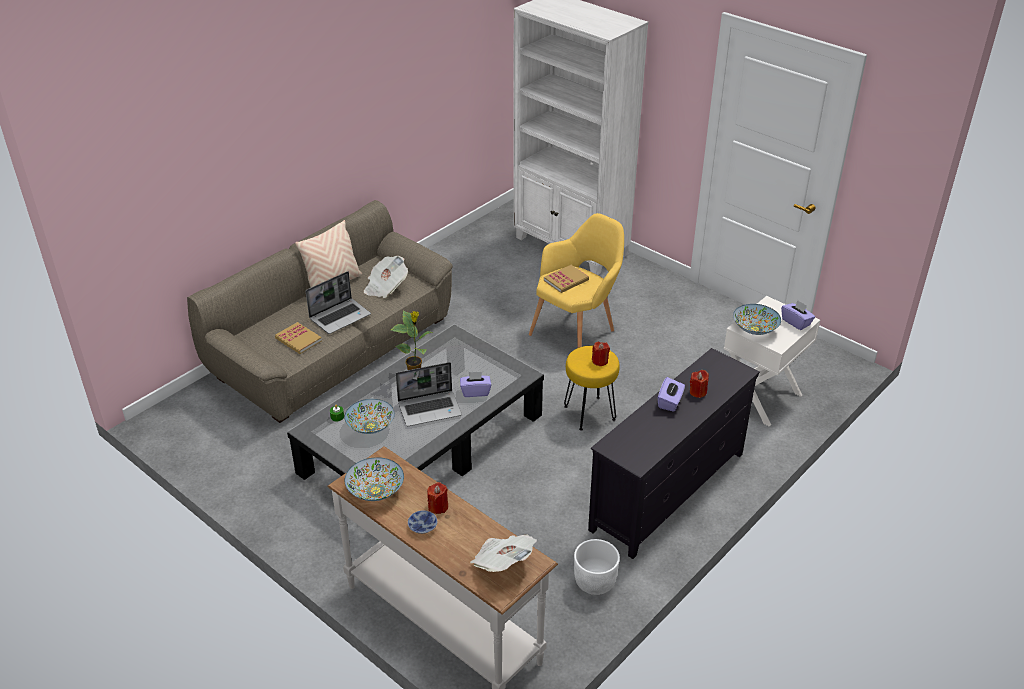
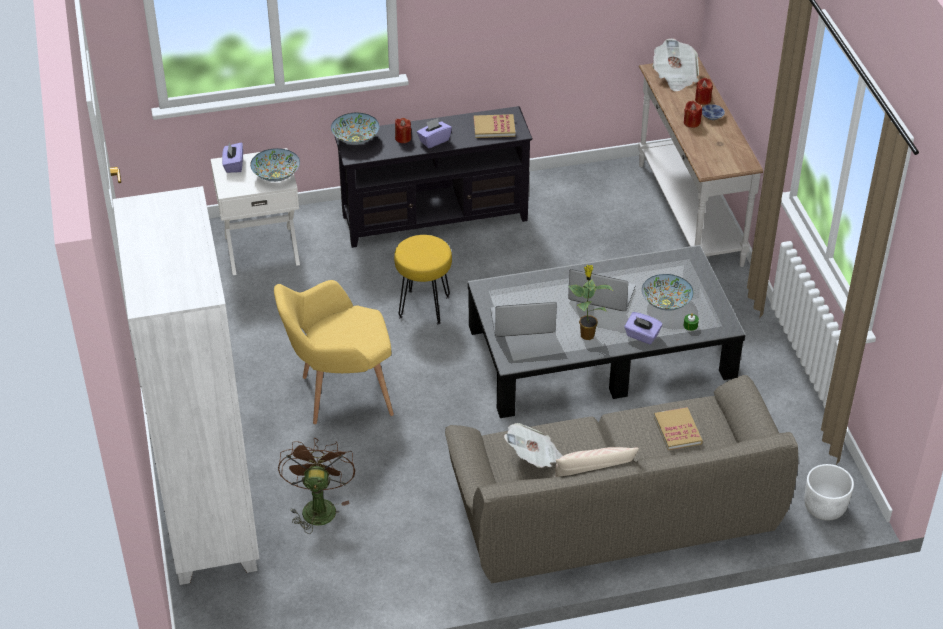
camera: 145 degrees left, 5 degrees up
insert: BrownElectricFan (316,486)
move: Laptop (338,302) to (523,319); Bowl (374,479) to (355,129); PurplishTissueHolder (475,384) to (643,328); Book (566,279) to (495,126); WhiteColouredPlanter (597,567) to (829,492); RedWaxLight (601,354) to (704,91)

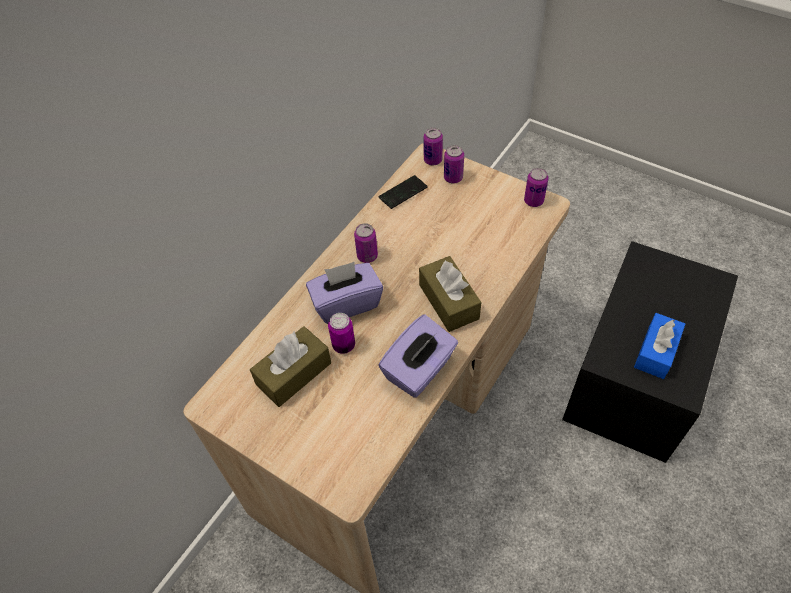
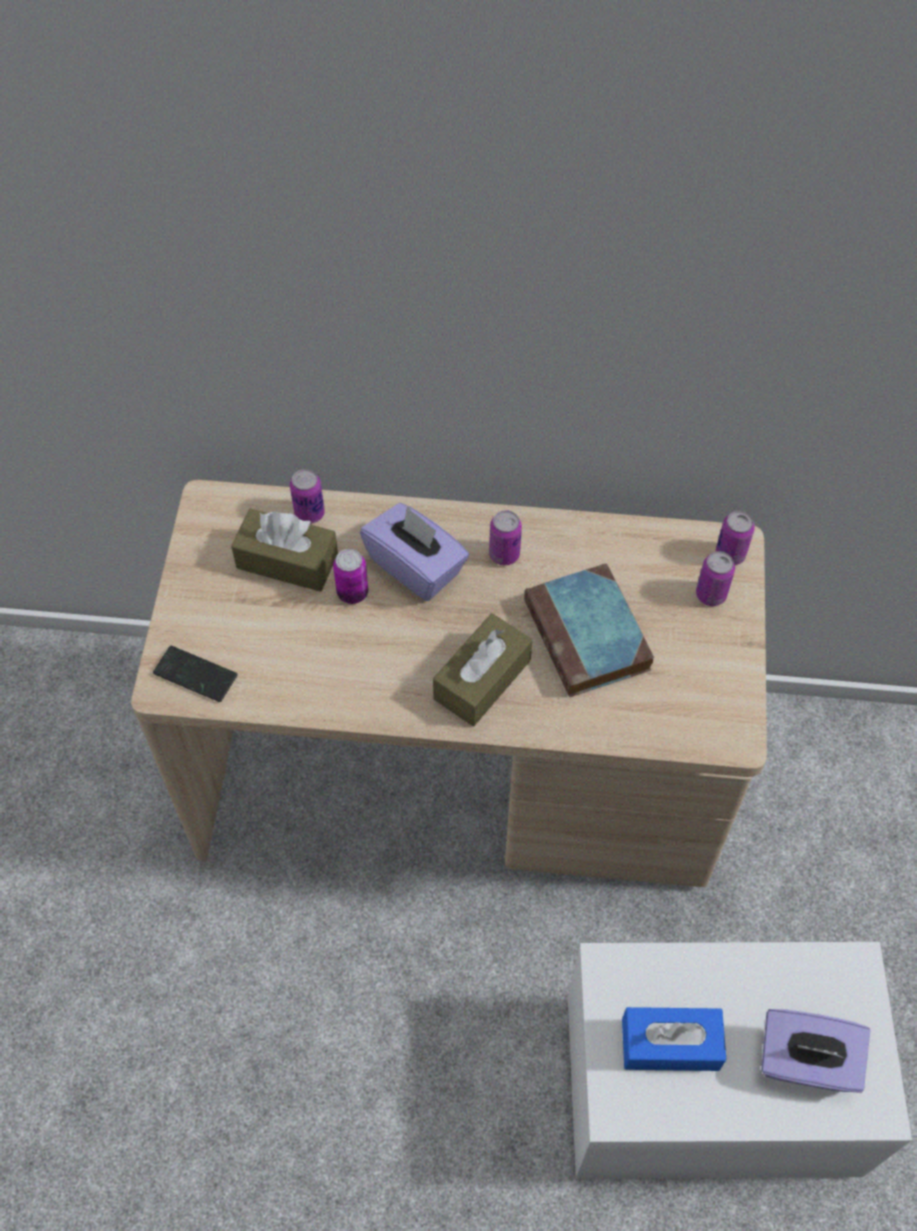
camera: 60 degrees right, 5 degrees up
insert: Book (589,630)
move: PurplishTissueHolder (418,356) to (816,1051); Handset (403,192) to (195,674); Can (536,187) to (307,496)
recolor: BlackishStorageContainer (650,352) to WhiteColouredStorageContainer (740,1060)

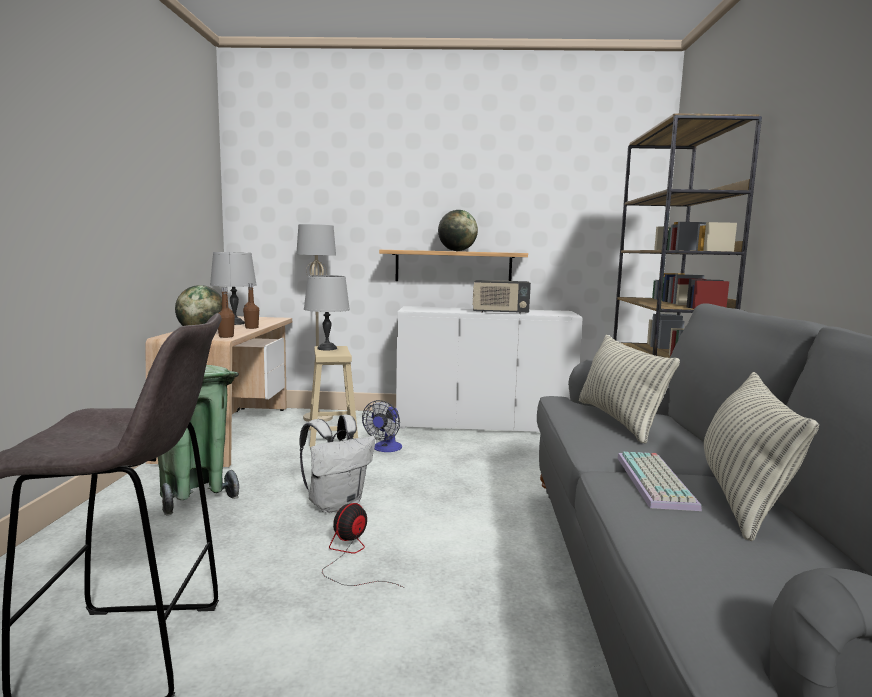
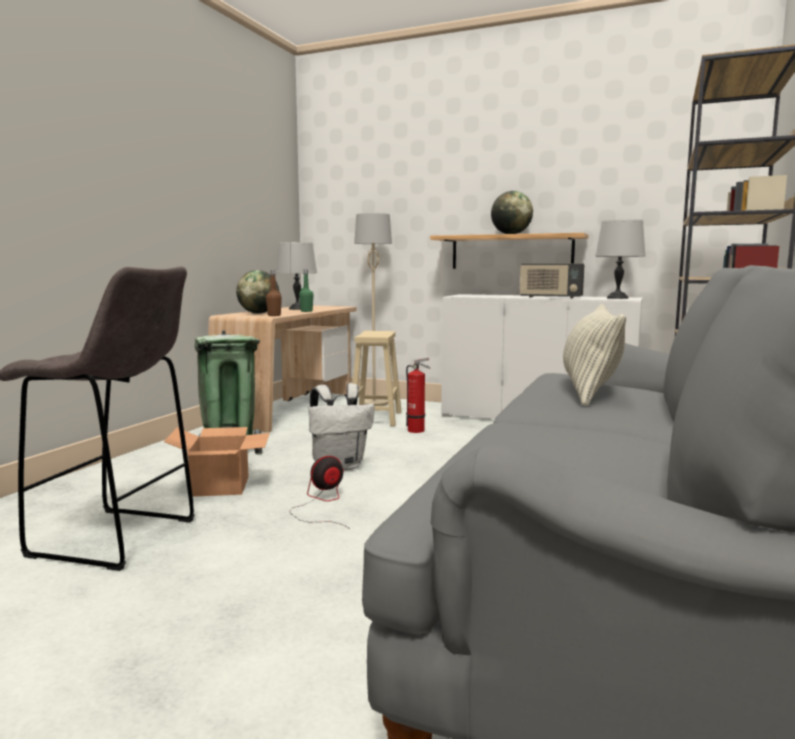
camera: 20 degrees right, 0 degrees up
delete: Keyboard (659,481); Cushion (761,456)
insert: PackingBox (217,462)
move: GrayTabletopLamp (327,312) to (620,259)
replace: ElectricFan (382,426) to FireExtinguisher (418,395)
recolor: BrownBeverageBottle (251,306) to GreenBeverageBottle (306,291)

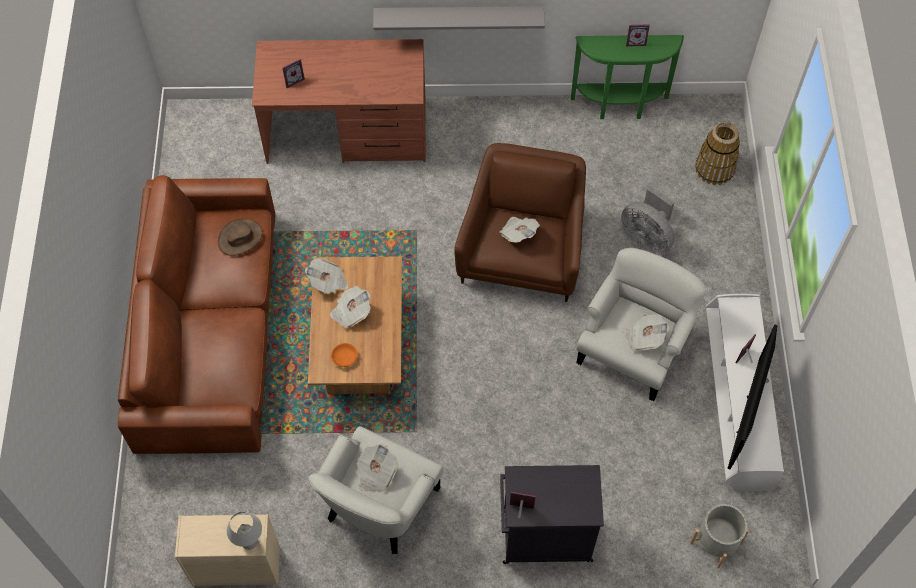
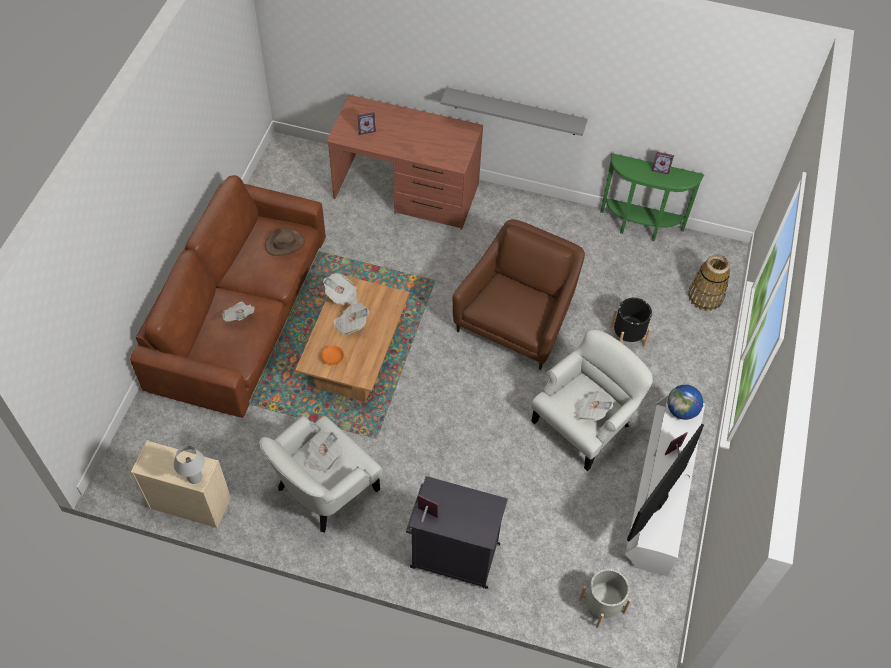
camera: 15 degrees right, 5 degrees down
insert: WorldGlobe (685,402)
move: Newspaper (519,230) to (239,312)
replace: GrayElectricFan (648,219) to BlackishPlanter (631,322)

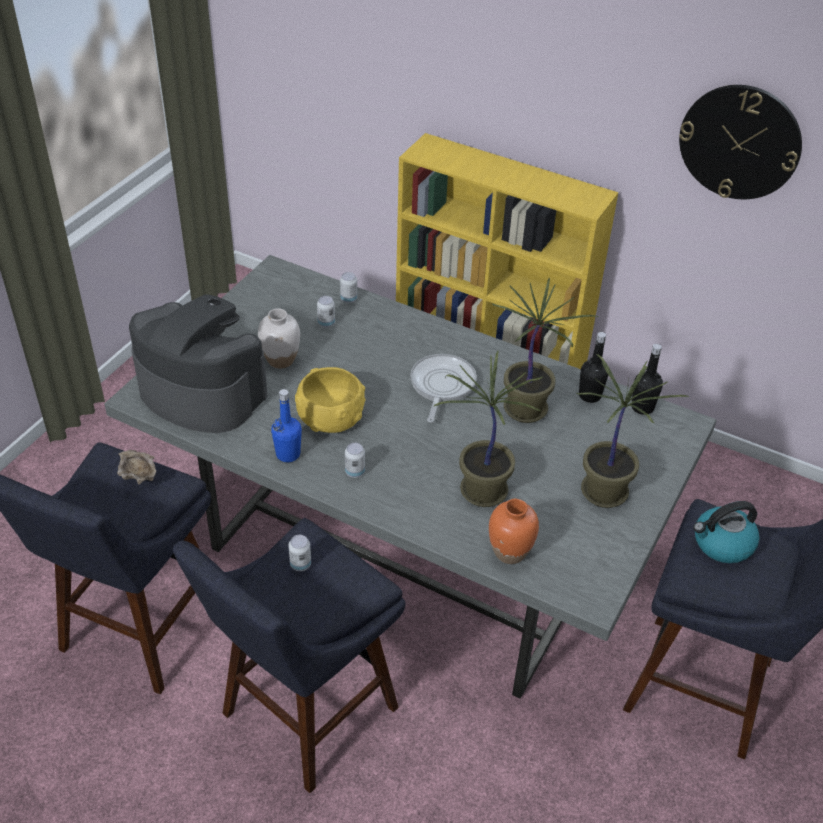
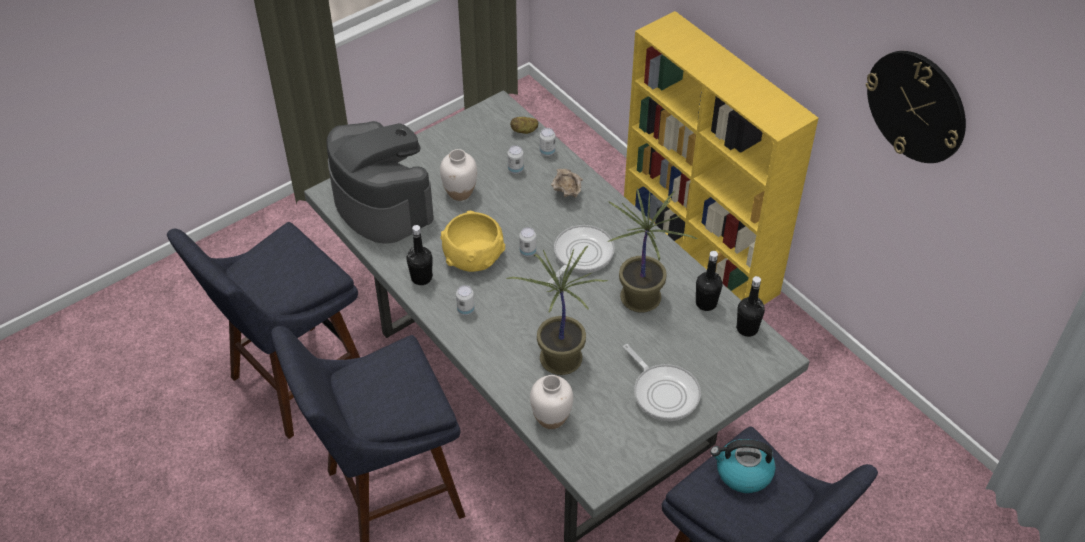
camera: 25 degrees right, 5 degrees up
insert: WholePotato (524,125)
move: SandColouredBowl (136,467) to (567,183); Can (299,553) to (527,242)
replace: PlantInAPot (633,431) to FryingPan (662,382)
recolor: BlueColouredBeverageBottle (286,425) to BlackishBeverageBottle (420,255); OrangeColouredFlowerVase (514,531) to WhiteColouredFlowerVase (551,402)

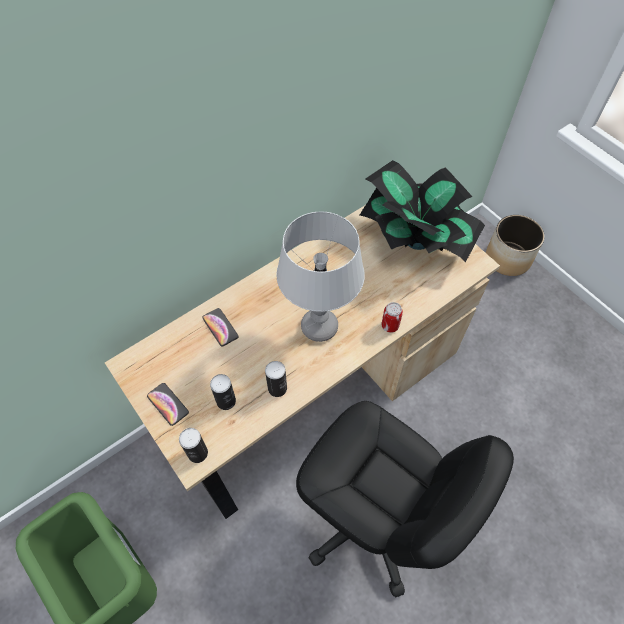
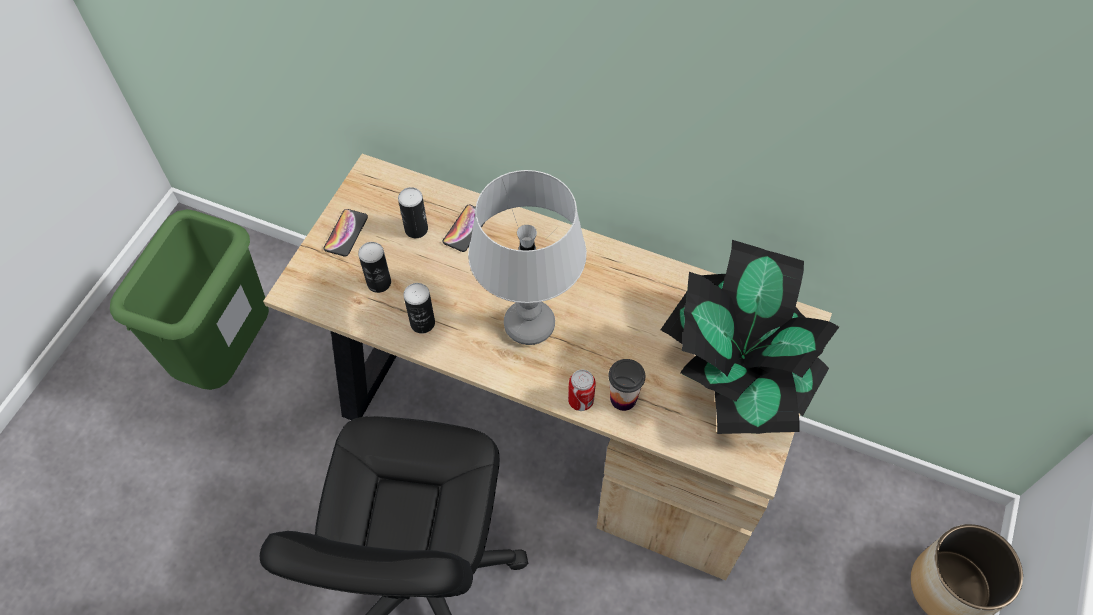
camera: 60 degrees right, 0 degrees up
insert: DrinkingCup (626,385)
move: Can (193,445) to (413,212)

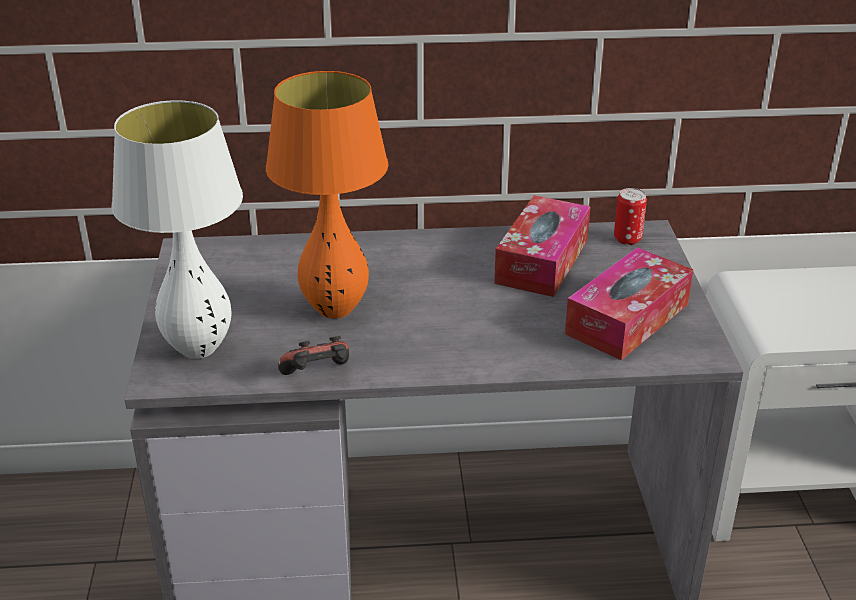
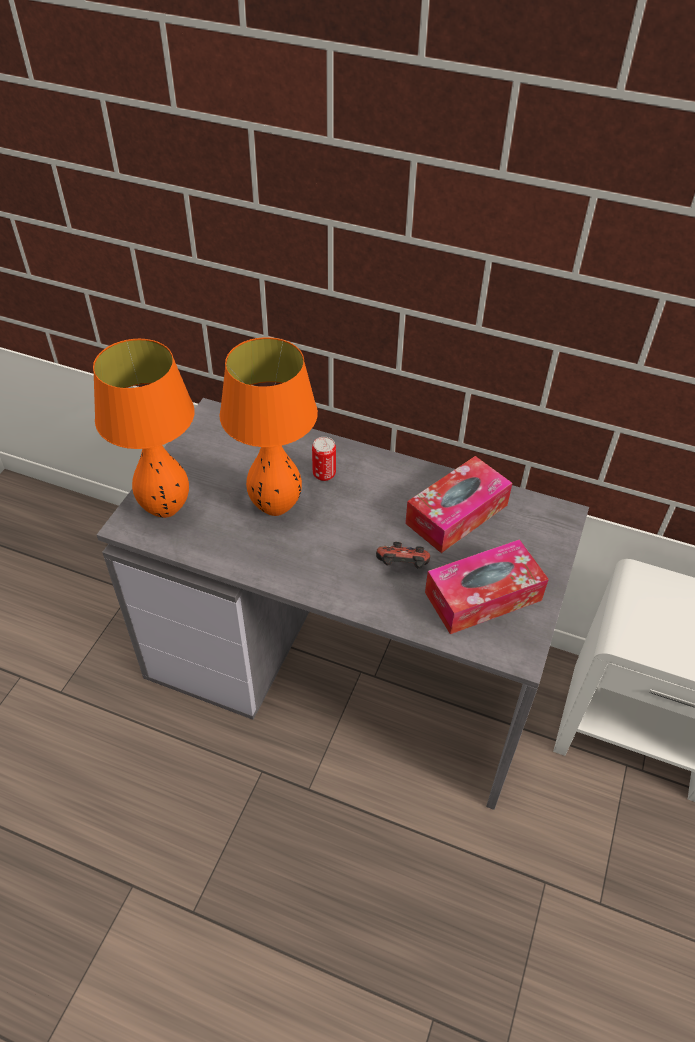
camera: 25 degrees right, 15 degrees up
move: Joypad (313,355) to (403,555); Can (630,216) to (324,459)
recolor: WhiteColouredTabletopLamp (177,229) to OrangeColouredTabletopLamp (144,428)

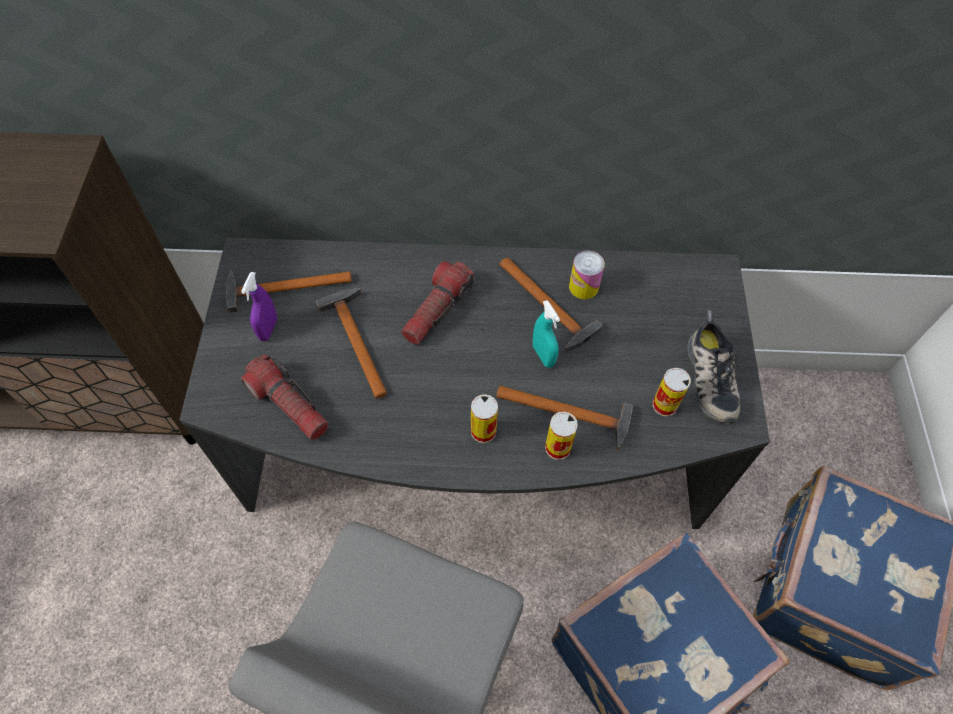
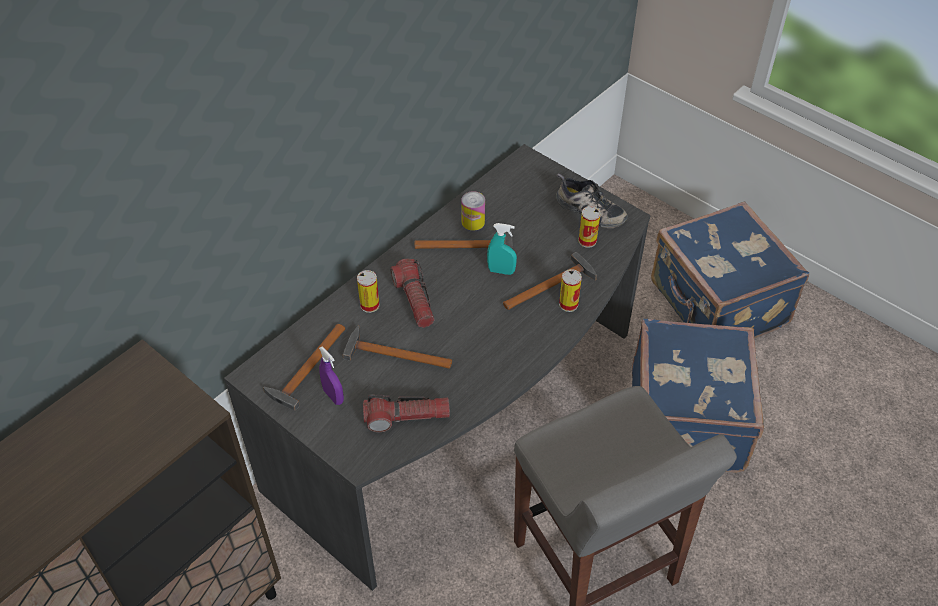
camera: 50 degrees left, 10 degrees down
move: Can (484,418) to (368,291)

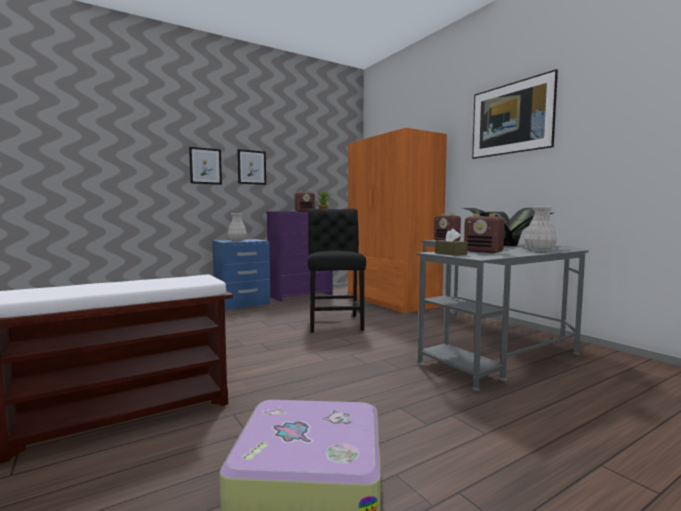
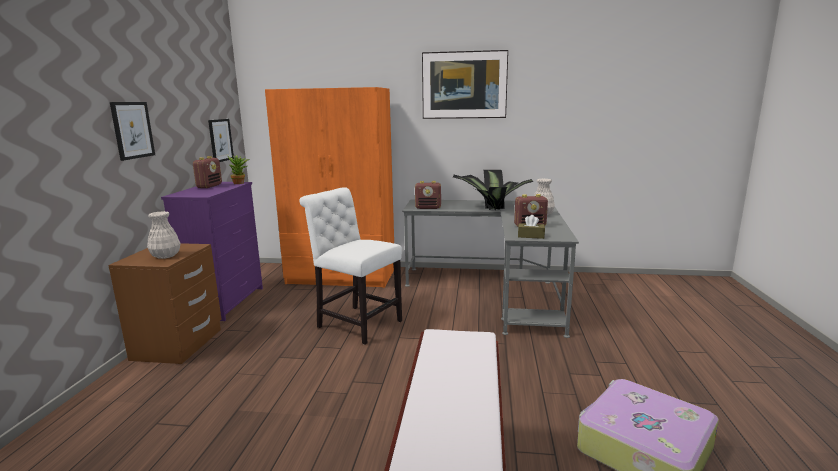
camera: 50 degrees left, 10 degrees up
move: WallPicture (205,166) to (221,140)
recolor: BlueColouredNightstand (241,274) to BrownNightstand (164,303); BlackishUprightChair (337,270) to WhiteColouredUprightChair (350,266)

